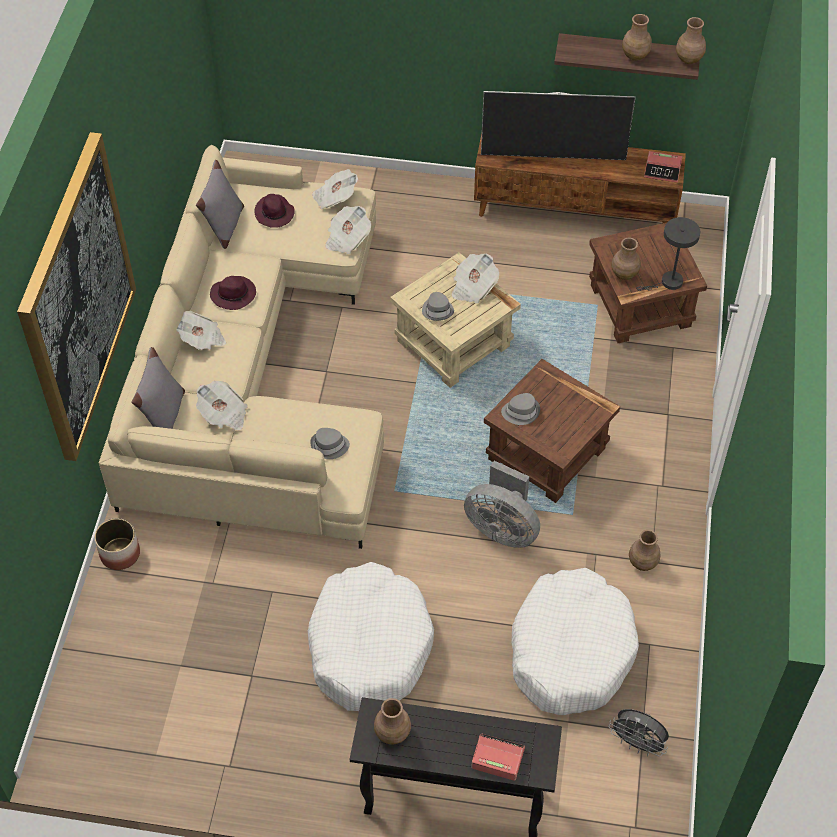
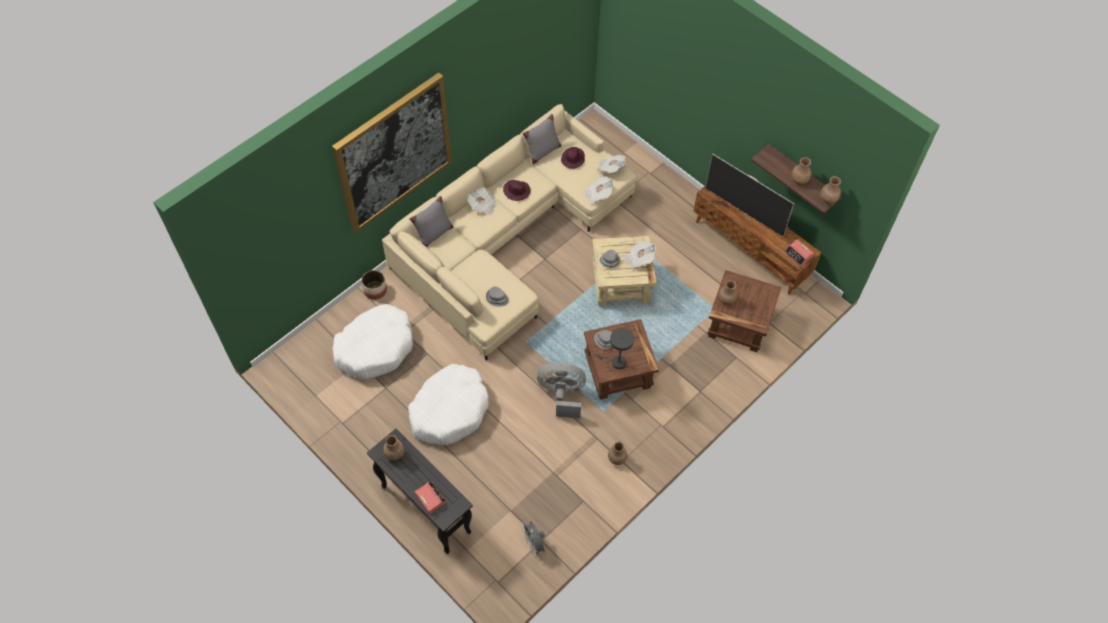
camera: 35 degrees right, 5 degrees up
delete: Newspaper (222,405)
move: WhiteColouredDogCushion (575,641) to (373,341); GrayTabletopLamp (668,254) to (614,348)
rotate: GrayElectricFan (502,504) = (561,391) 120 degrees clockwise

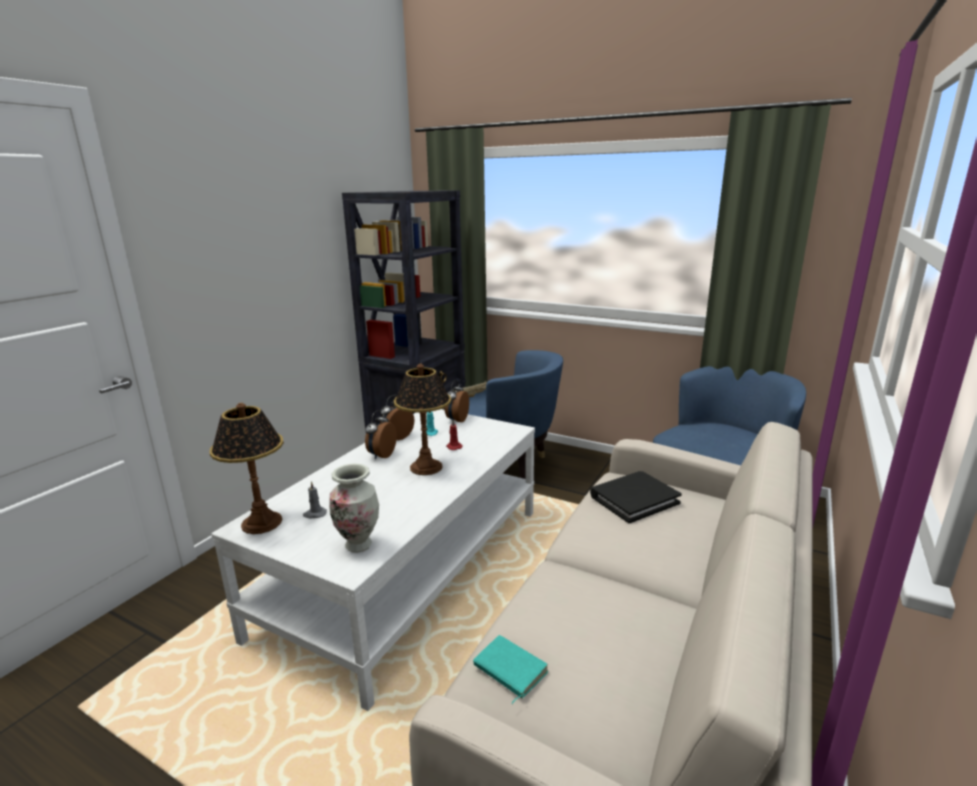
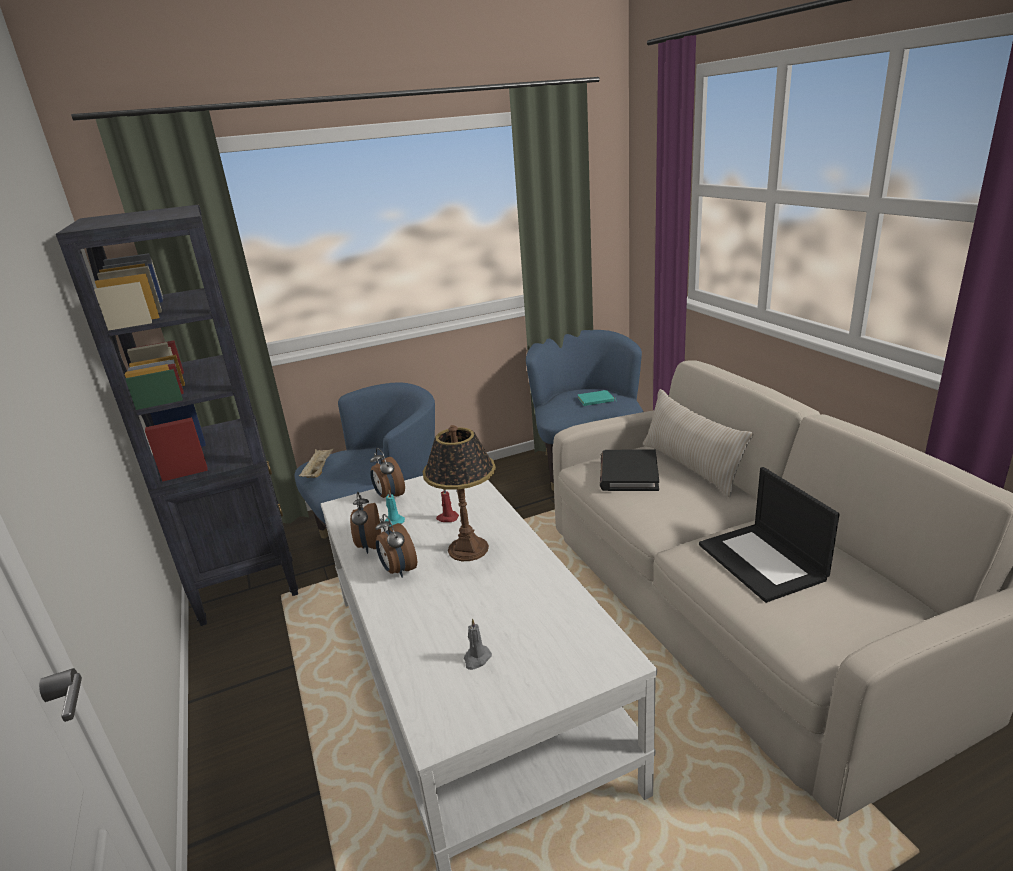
camera: 50 degrees left, 5 degrees up
delete: TabletopLamp (247,468); FlowerVase (354,508)
insert: SandColouredCushion (698,443); Laptop (769,535)
move: BlueGreenBook (511,669) to (597,398)

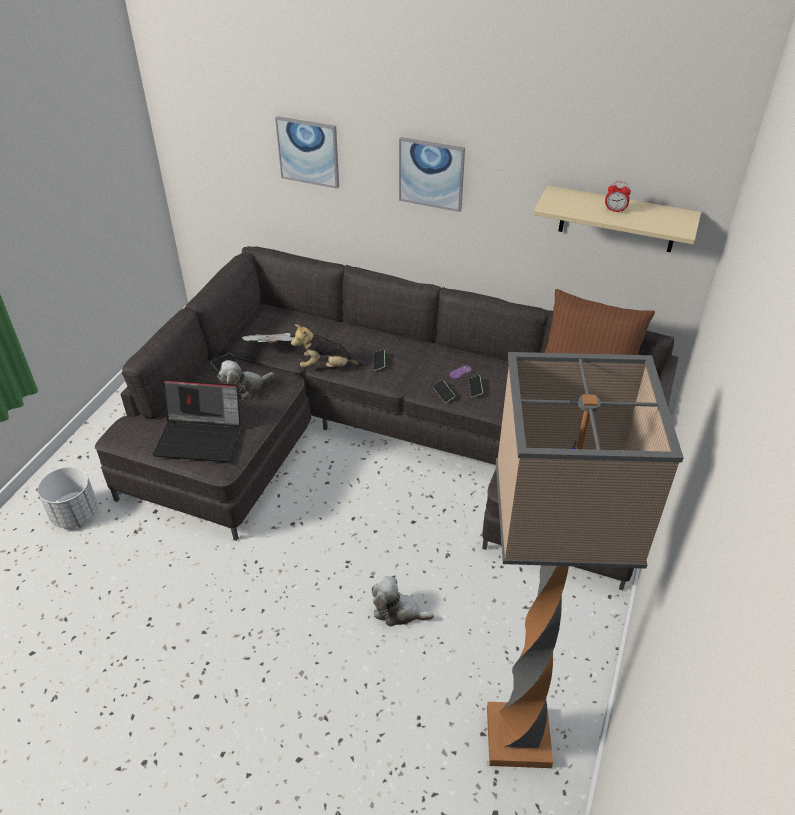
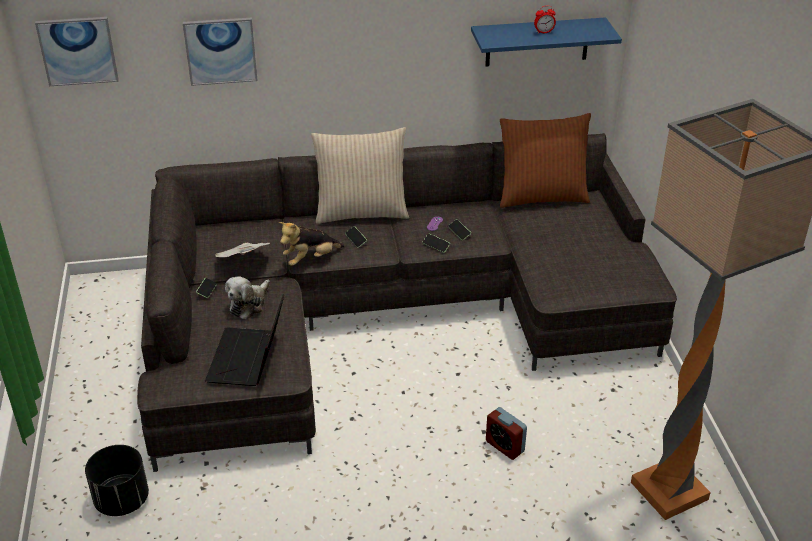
camera: 30 degrees left, 5 degrees down
insert: SandColouredCushion (360,175)
move: WallPicture (432,174) to (77,51)
replace: SoftToy (403,601) to AlarmClock (506,433)
recolor: WhiteColouredPlanter (67,497) to BlackishPlanter (117,480); SandColouredBracketShelf (617,218) to BlueColouredBracketShelf (546,41)
rotate: Laptop (197,420) = (244,340) 120 degrees clockwise

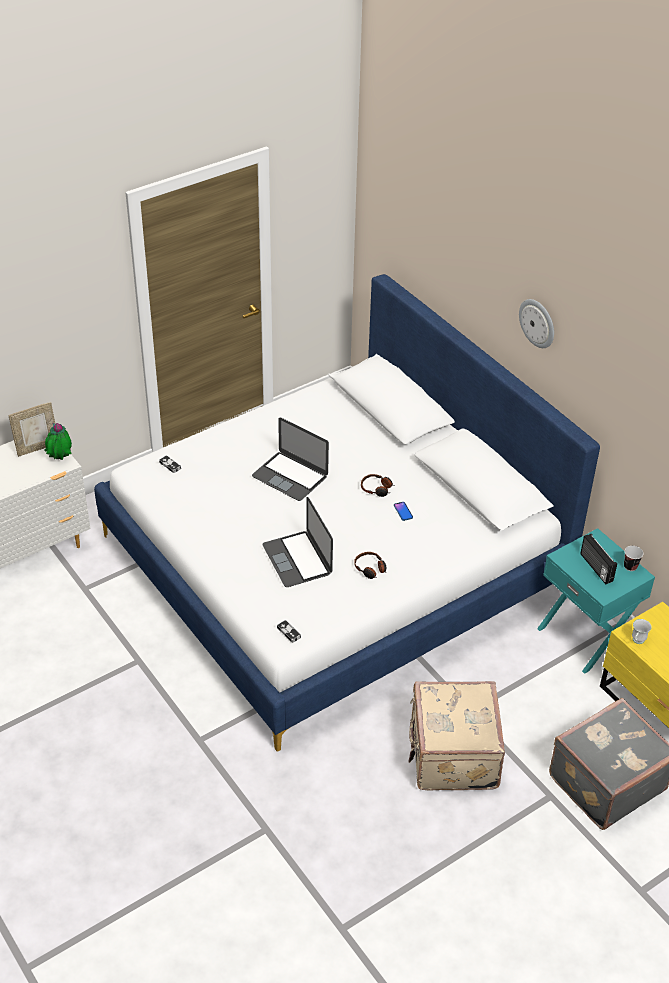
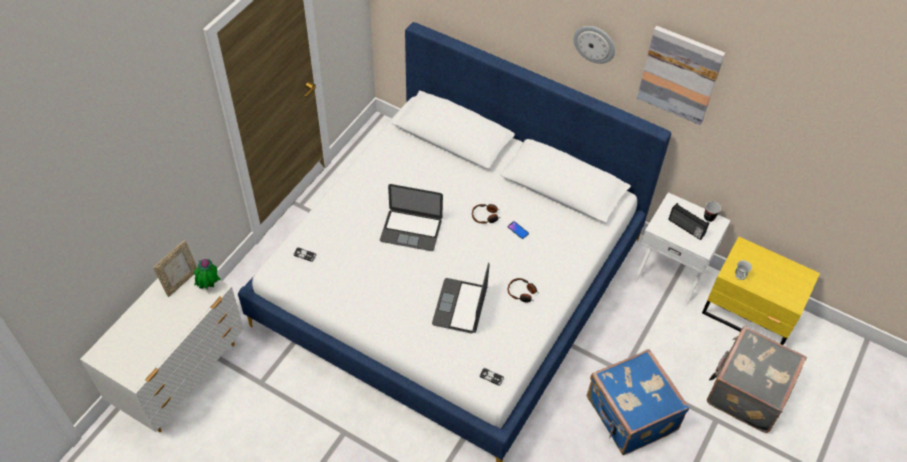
camera: 25 degrees left, 10 degrees up
insert: WallPicture (681,75)
recolor: SandColouredPieceOfLuggage (456,736) to BlueColouredPieceOfLuggage (638,402); BlueGreenNightstand (596,601) to WhiteColouredNightstand (682,250)
rotate: Laptop (297,542) = (460,298) 60 degrees clockwise

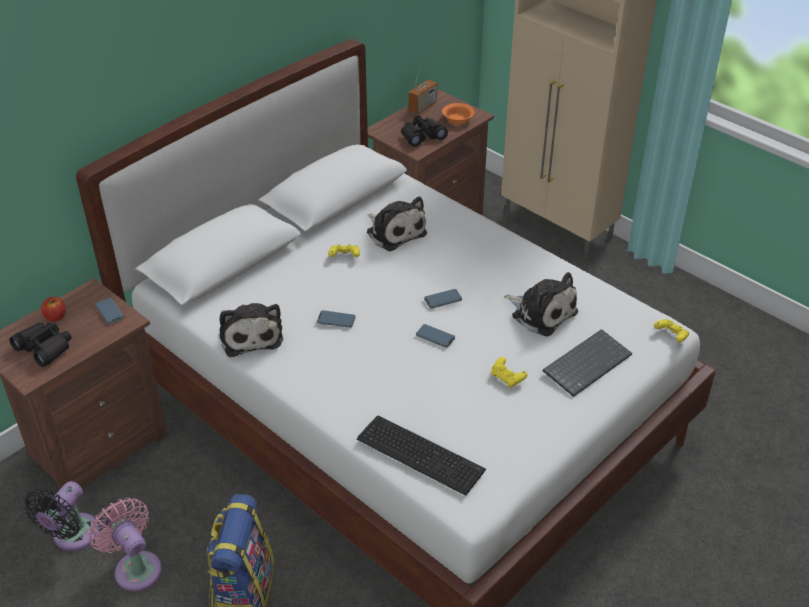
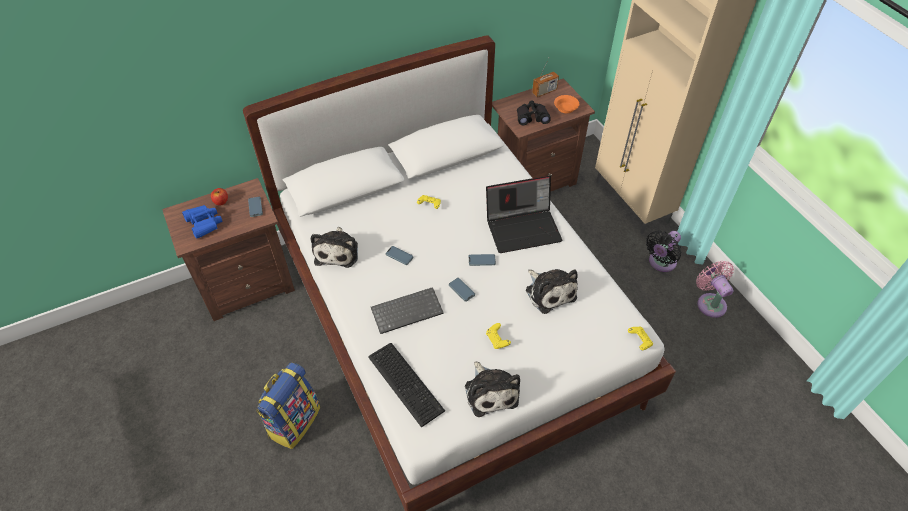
camera: 20 degrees right, 10 degrees up
insert: Laptop (524,214)
move: BlackishElectricFan (61,516) to (664,251); PinkishElectricFan (125,544) to (715,289); SoftToy (397,223) to (492,389); Keyboard (587,363) to (407,310)
recolor: BlackishBinoculars (40,344) to BlueColouredBinoculars (202,221)

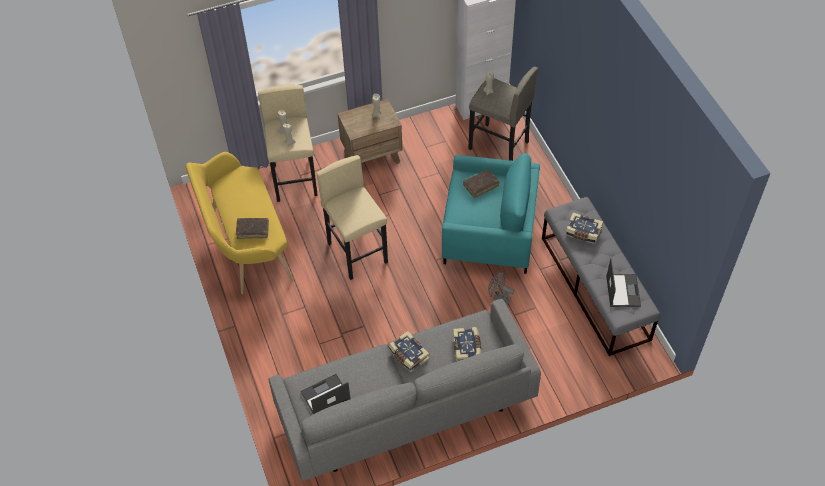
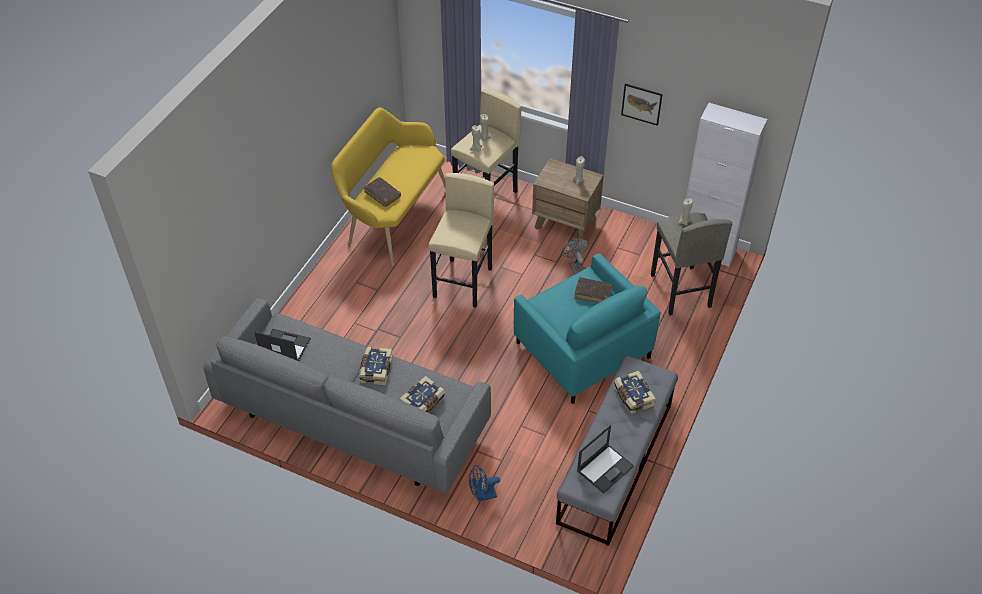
camera: 45 degrees right, 5 degrees down
insert: BlueColouredElectricFan (484,483); WallPicture (642,105)
move: GrayElectricFan (501,288) to (575,256)

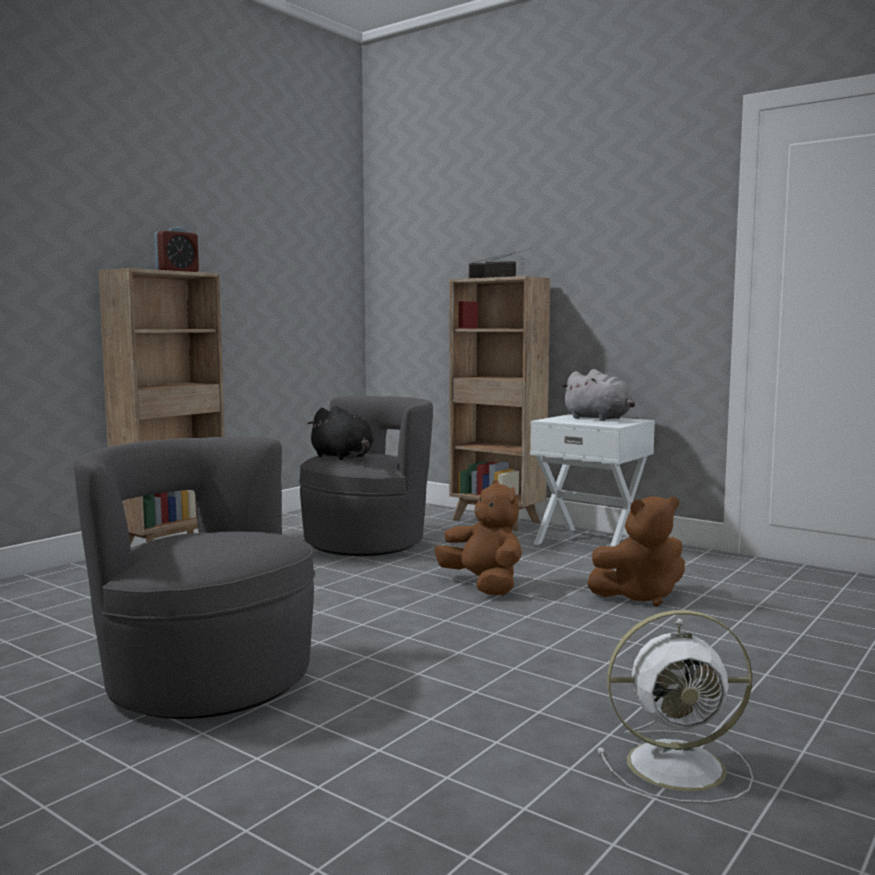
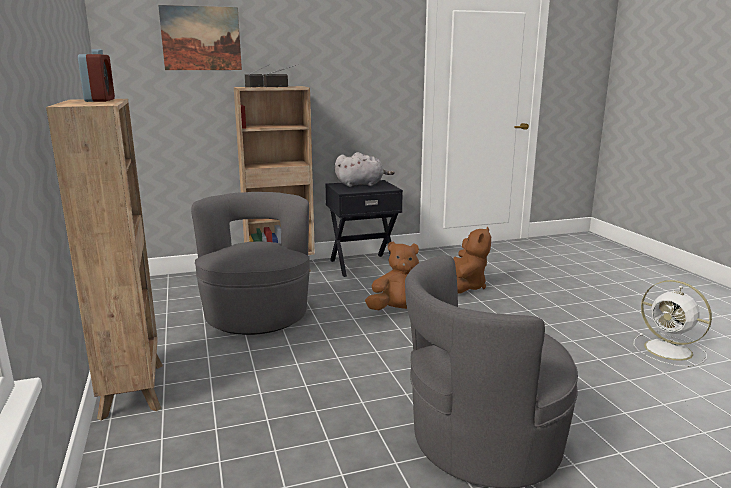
camera: 55 degrees left, 10 degrees up
delete: BlackishSoftToy (340,433)
insert: WallPicture (200,37)
recolor: WhiteColouredNightstand (592,480) to BlackishNightstand (364,228)
rotate: WhiteColouredElectricFan (675,706) = (672,323) 105 degrees clockwise

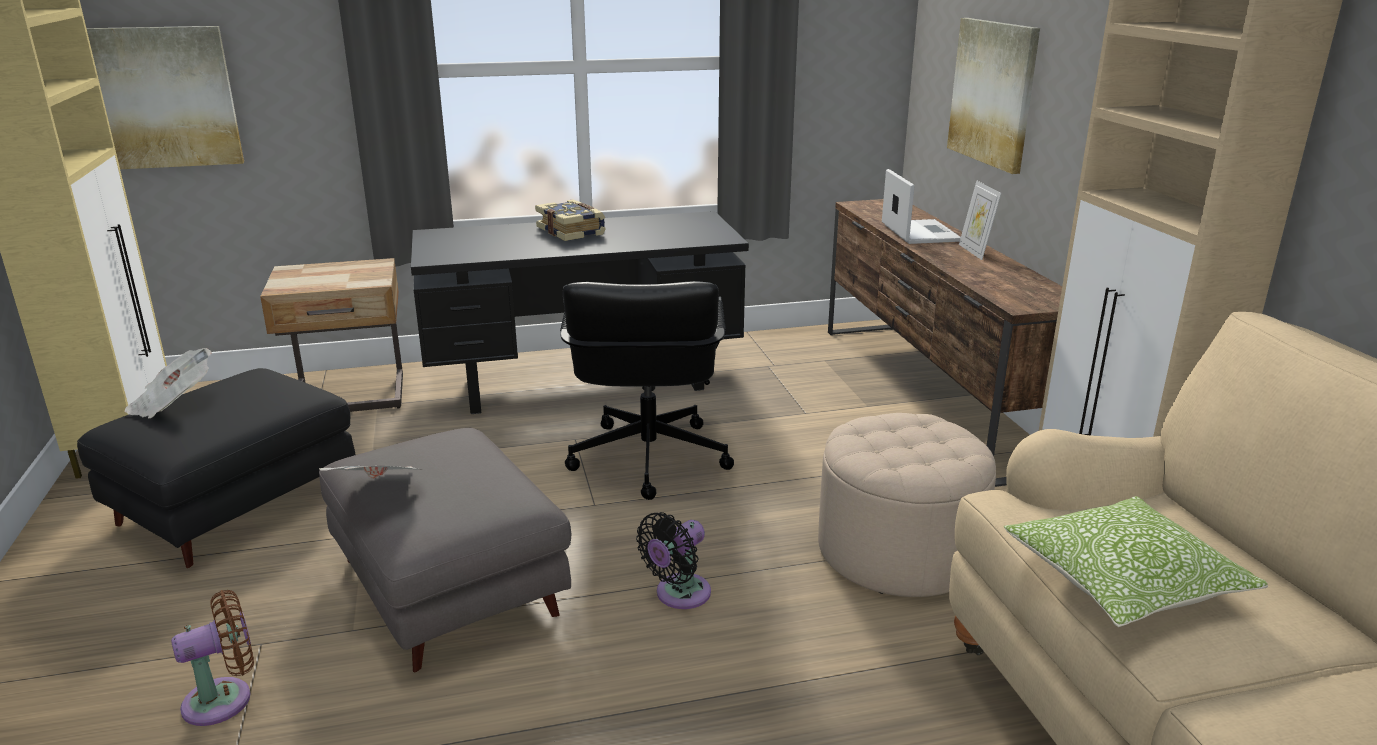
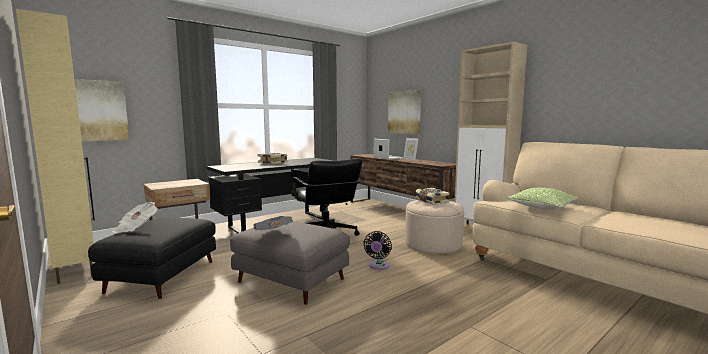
camera: 25 degrees left, 15 degrees down
delete: BrownElectricFan (212,658)
insert: Book (432,196)

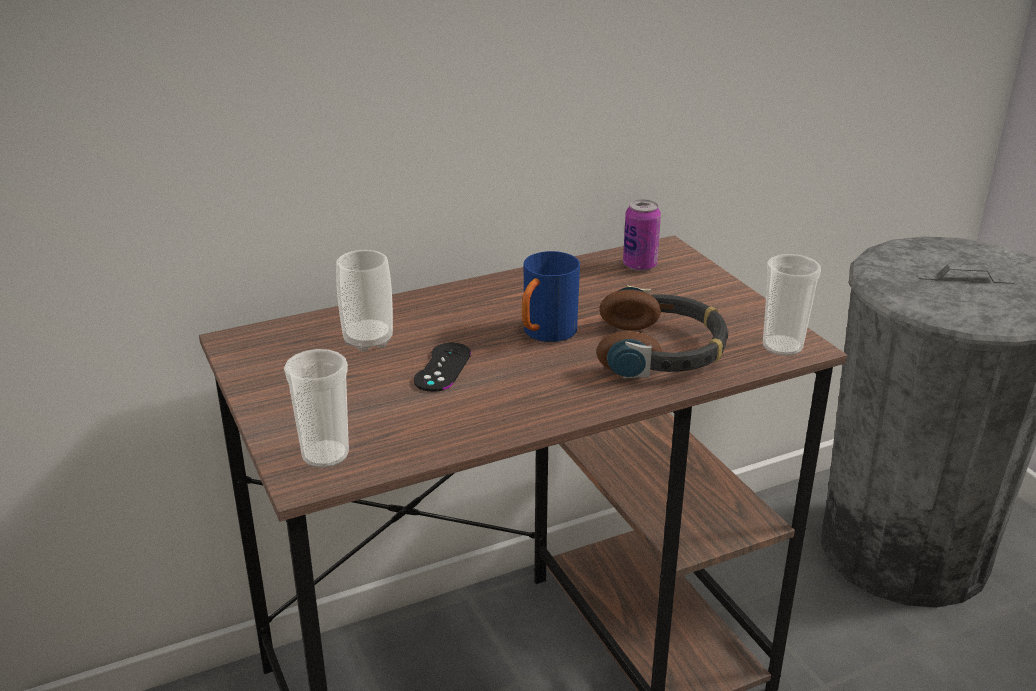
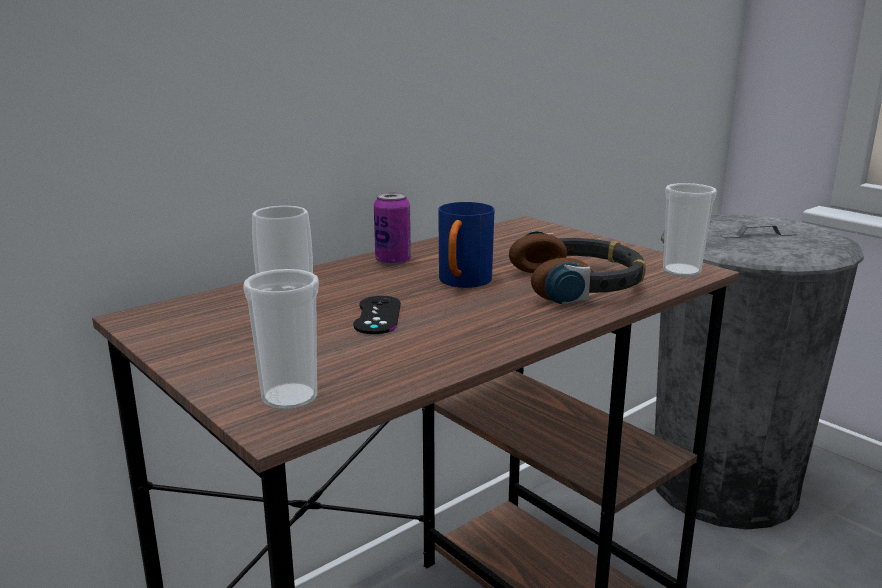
camera: 15 degrees left, 10 degrees down
move: Can (642,235) to (392,229)

